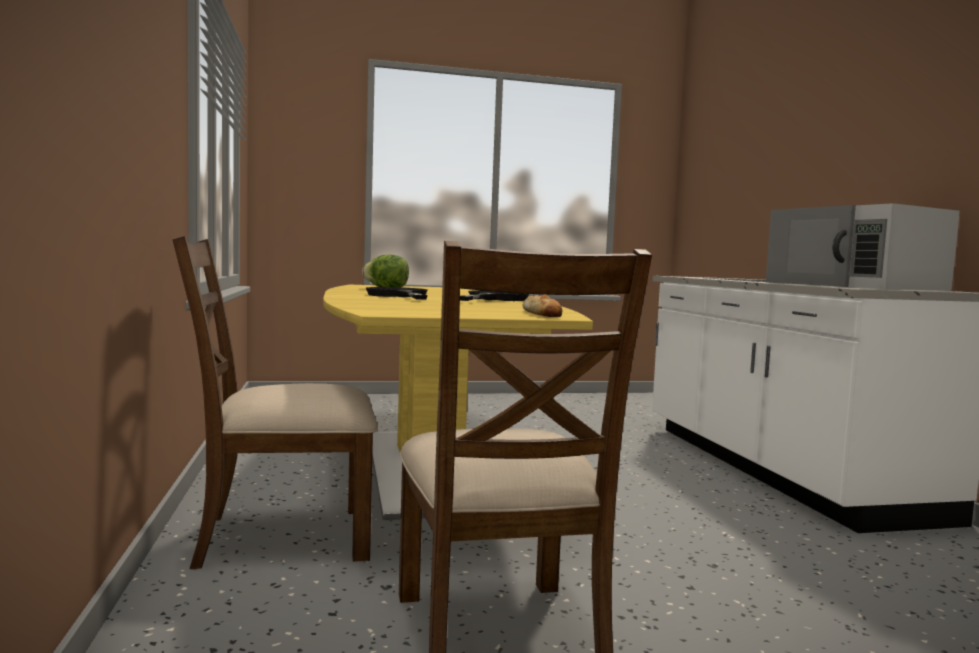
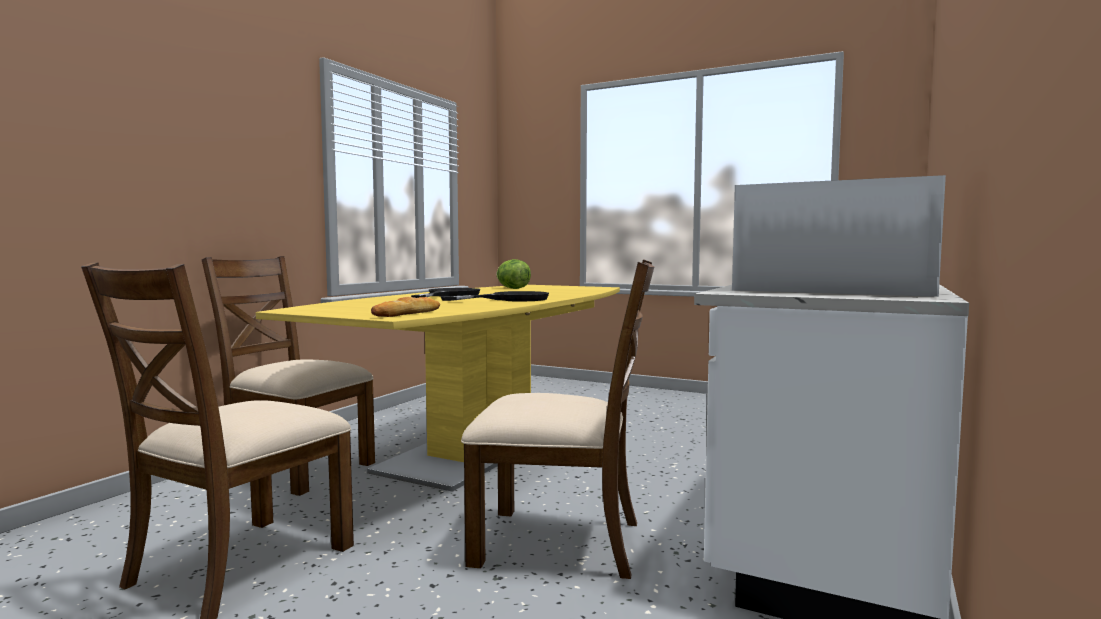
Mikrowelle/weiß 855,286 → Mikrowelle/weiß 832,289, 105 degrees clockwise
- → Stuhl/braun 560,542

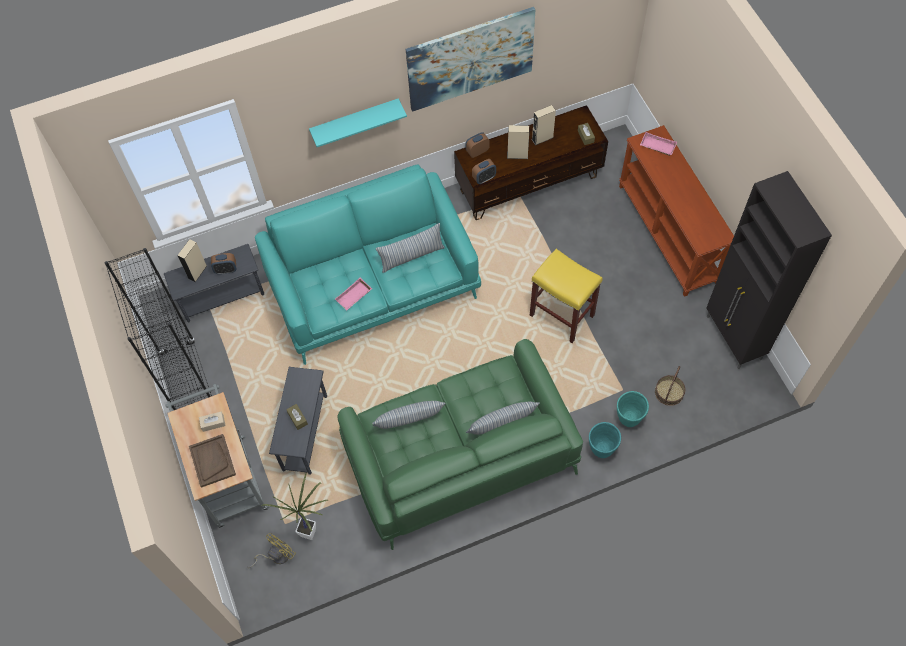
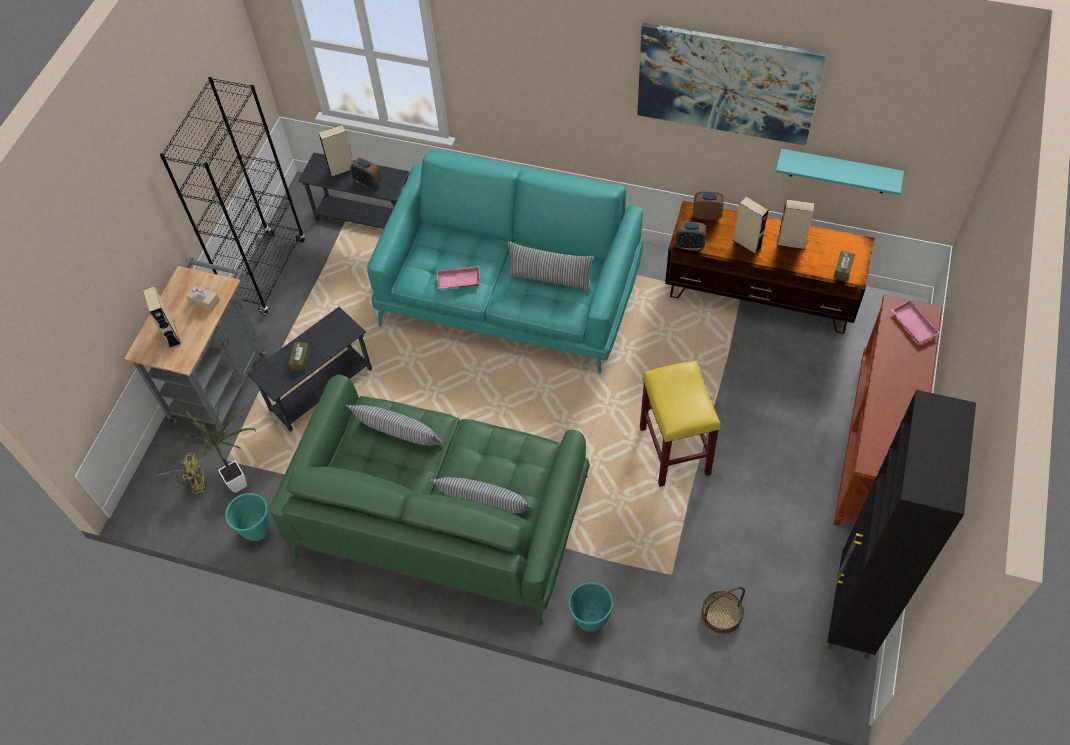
Tablett/braun 212,461 → Lautsprecher/beige 171,335
Wandregal/türkis 355,122 → Wandregal/türkis 838,171, move
Pflanzkübel/türkis 628,419 → Pflanzkübel/türkis 256,530, move

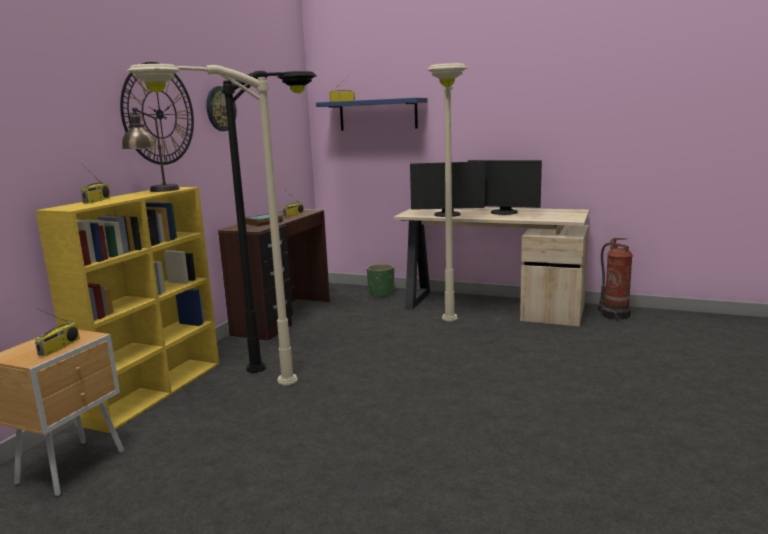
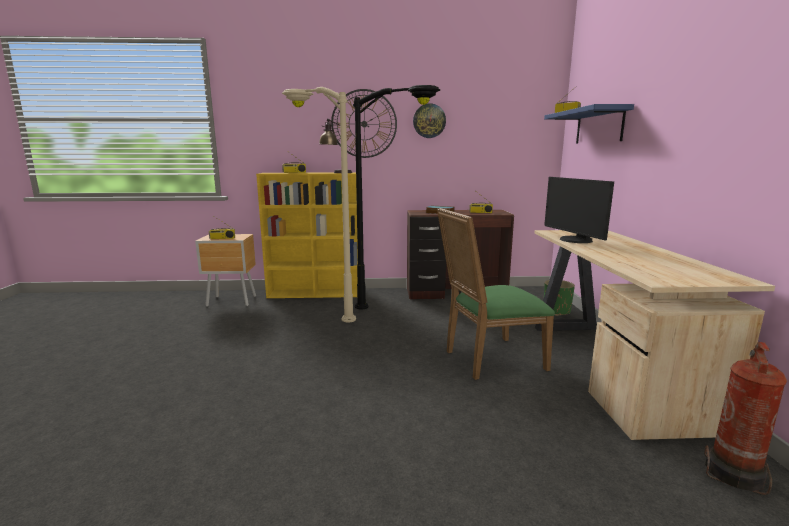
Stehlampe/beige 449,337 → Stuhl/grün 488,359
Monitor 503,213 → -

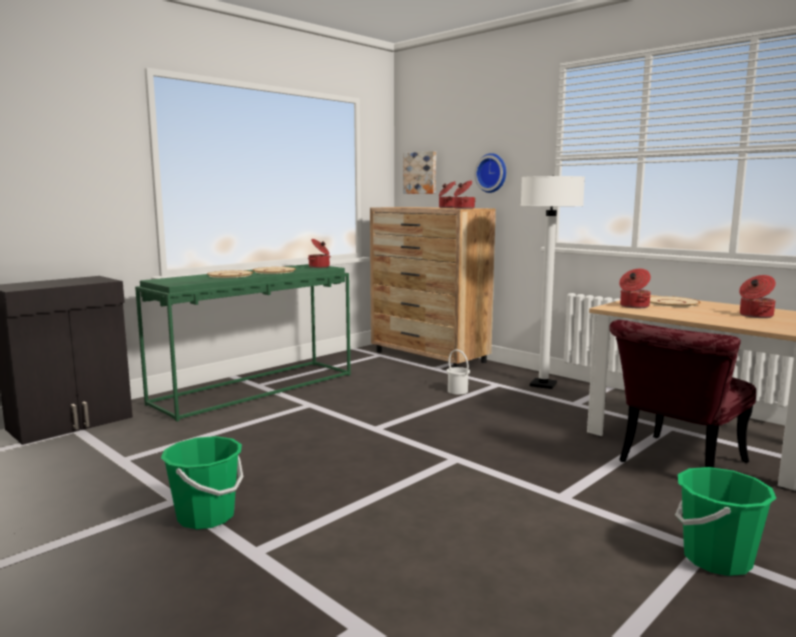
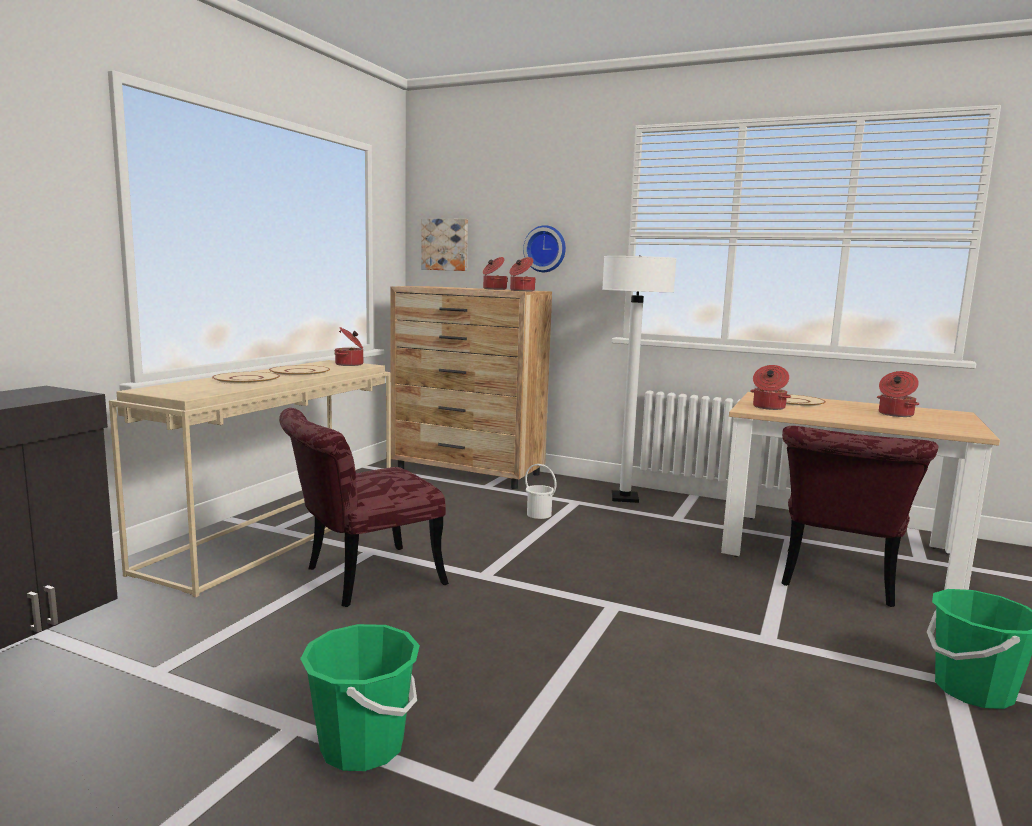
Konsolentisch/grün 255,388 → Konsolentisch/beige 276,533
- → Stuhl/rot 360,579

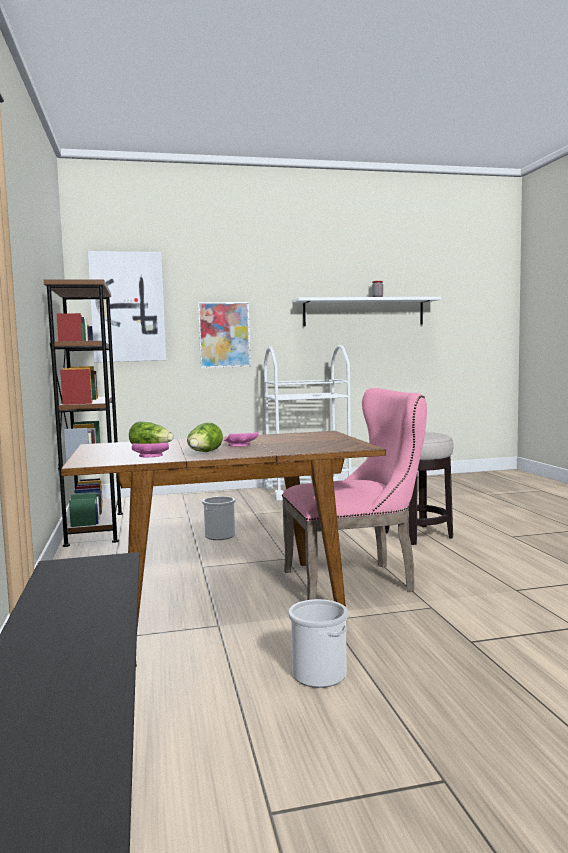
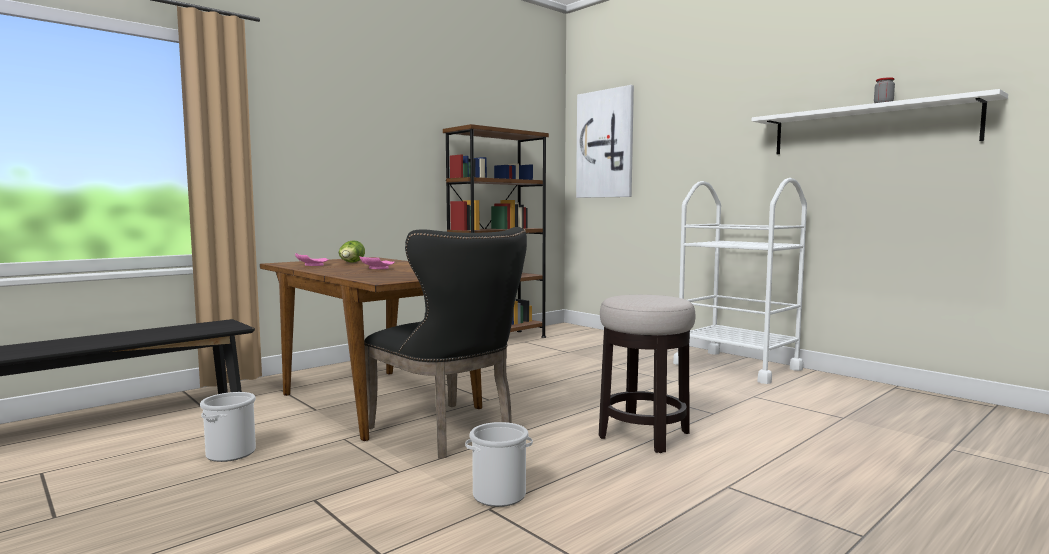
Salatkopf 204,453 → -
Bild 224,335 → -
Eimer 220,536 → Eimer 499,495, move
Stuhl/rosa 356,581 → Stuhl/schwarz 448,432

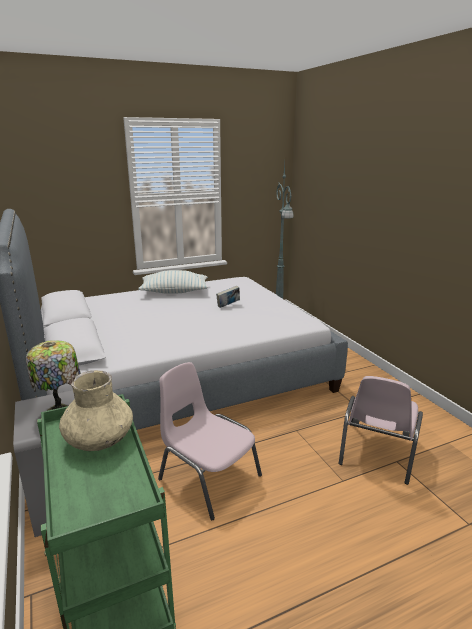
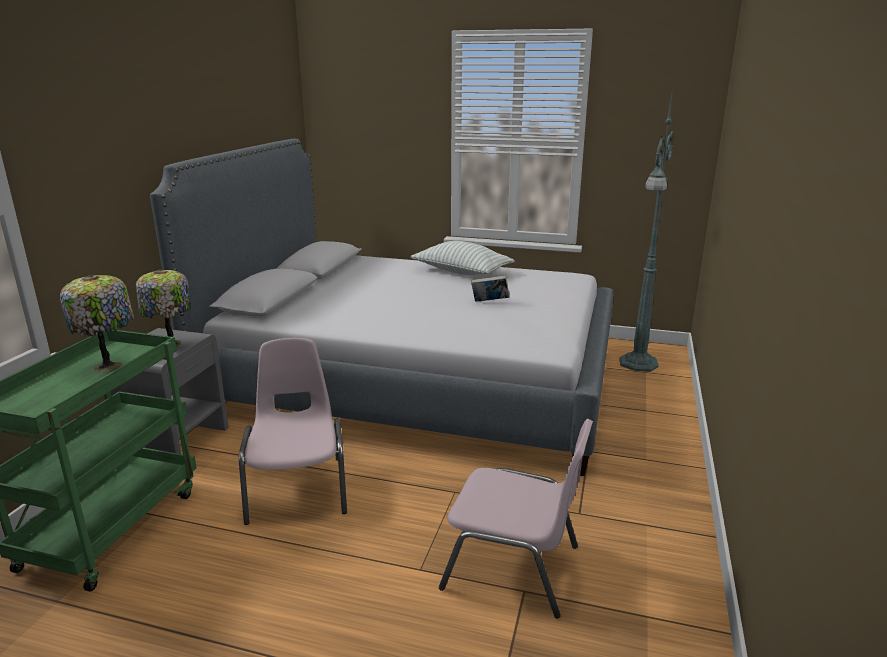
Vase/beige 99,439 → Tischlampe 110,366
Stuhl/rosa 377,453 → Stuhl/rosa 514,567, 135 degrees counterclockwise

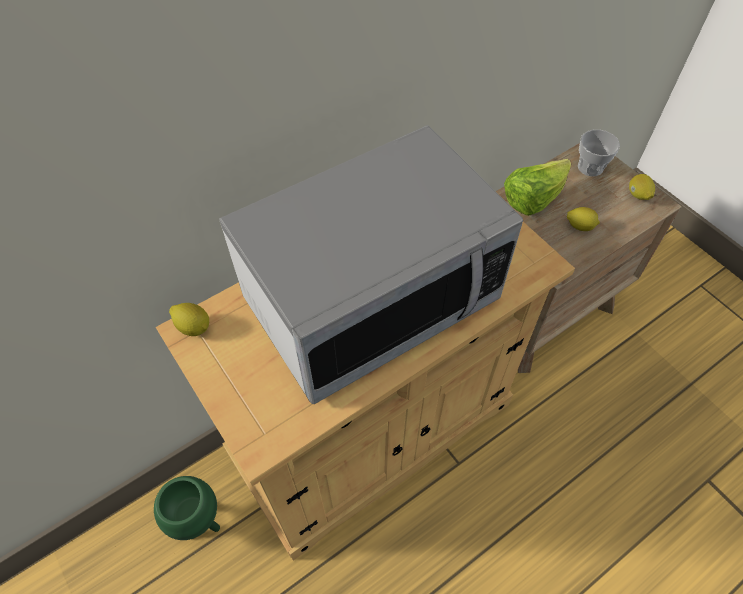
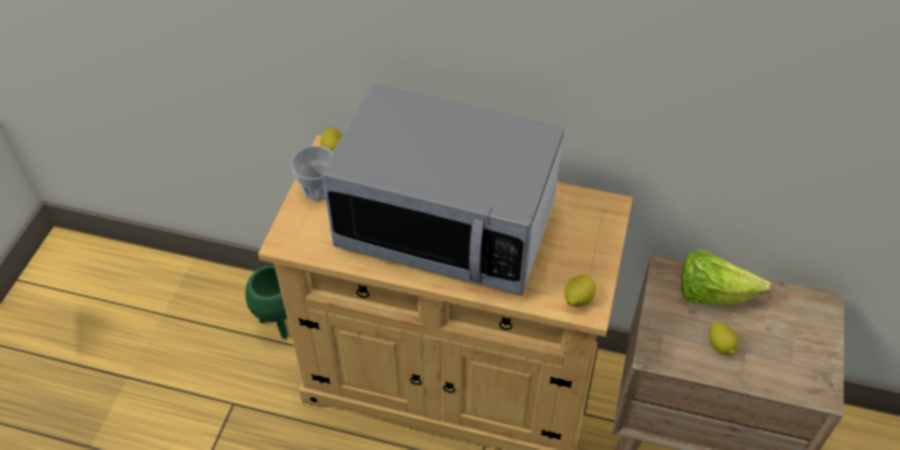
Tasse 590,167 → Tasse 318,189, move
Zitrone 638,195 → Zitrone 577,299, move

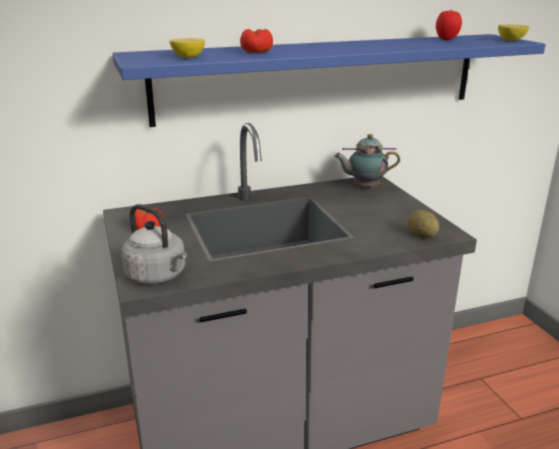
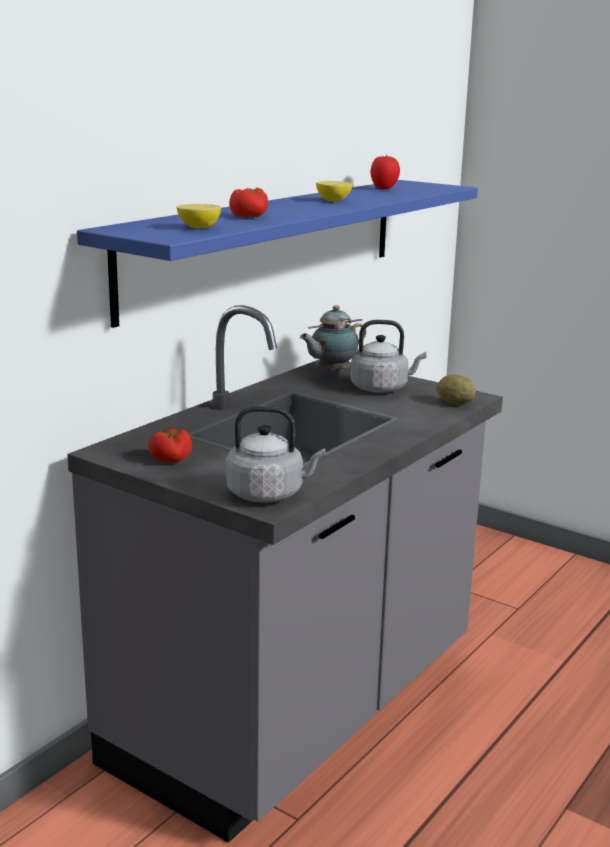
Zitrone 511,40 → Zitrone 333,200, move
- → Wasserkessel/grau 382,388

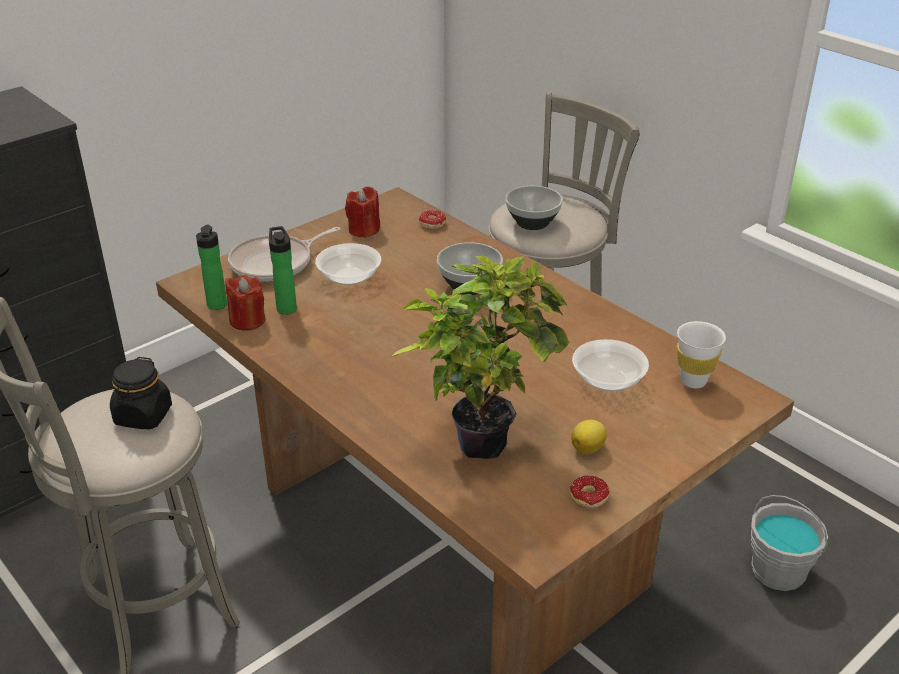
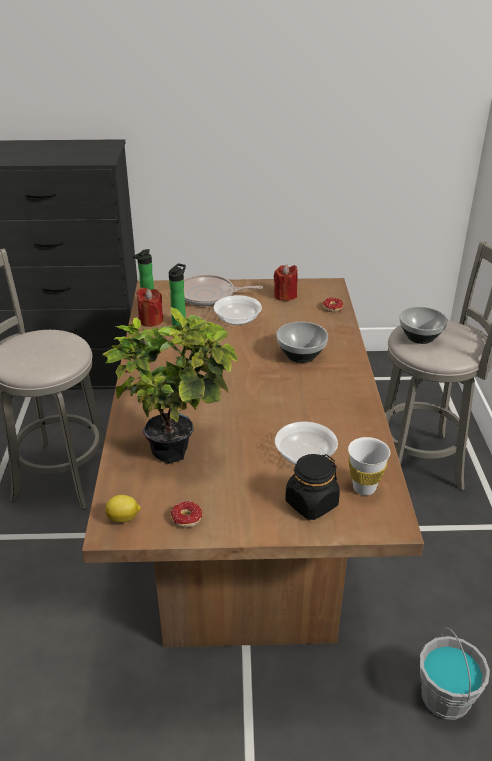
Vorratsglas/schwarz 143,416 → Vorratsglas/schwarz 311,503, move
Zitrone 588,448 → Zitrone 124,518, move

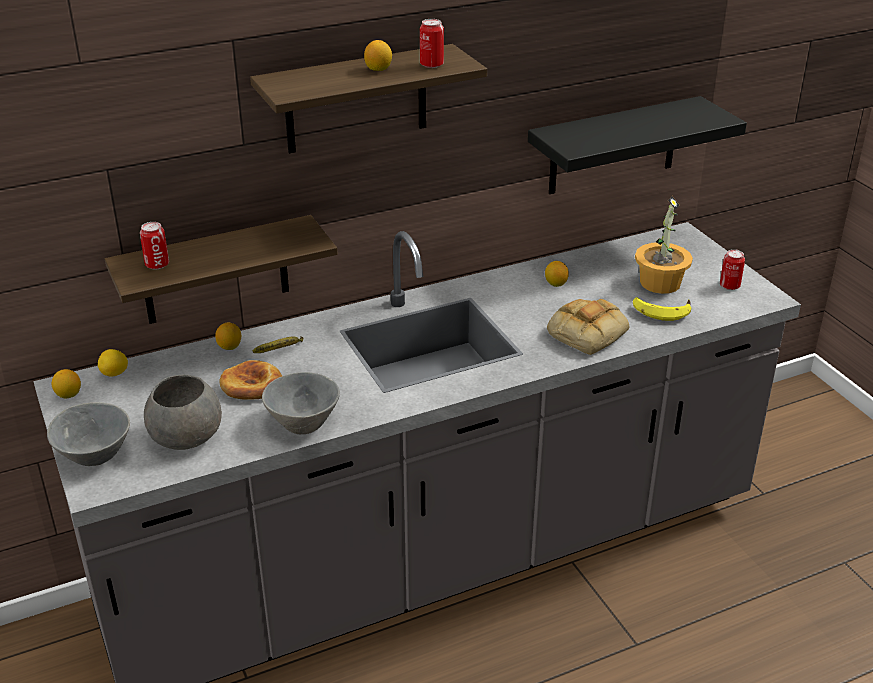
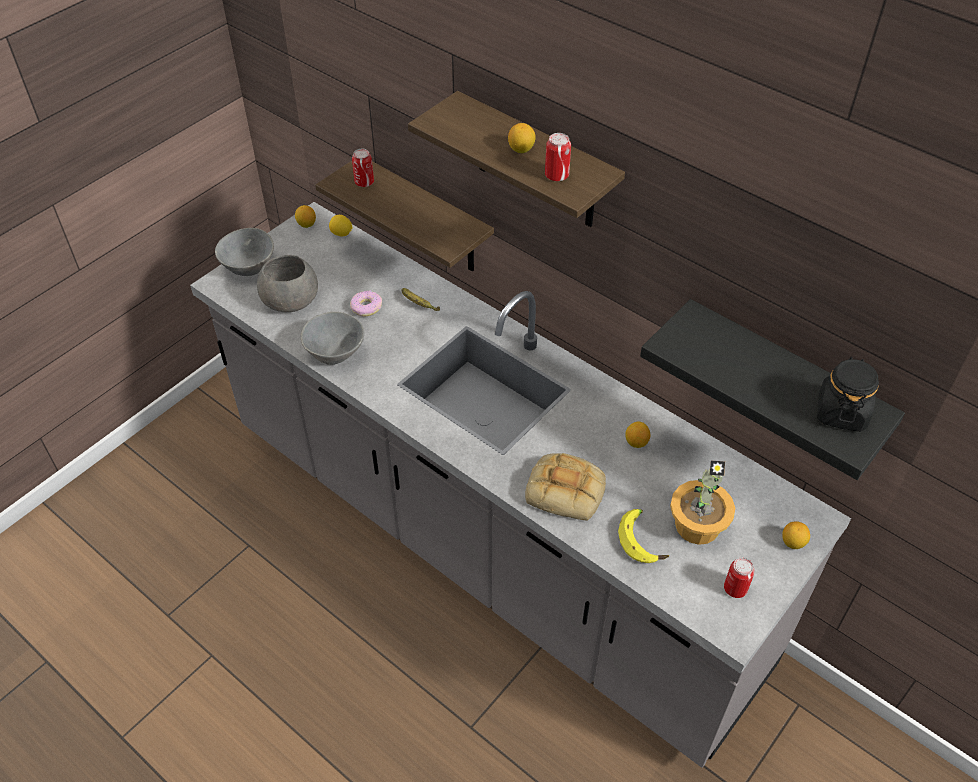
Zitrone 230,347 → Zitrone 793,543, move
Brot 252,385 → Donut 366,307
- → Vorratsglas/schwarz 841,412

